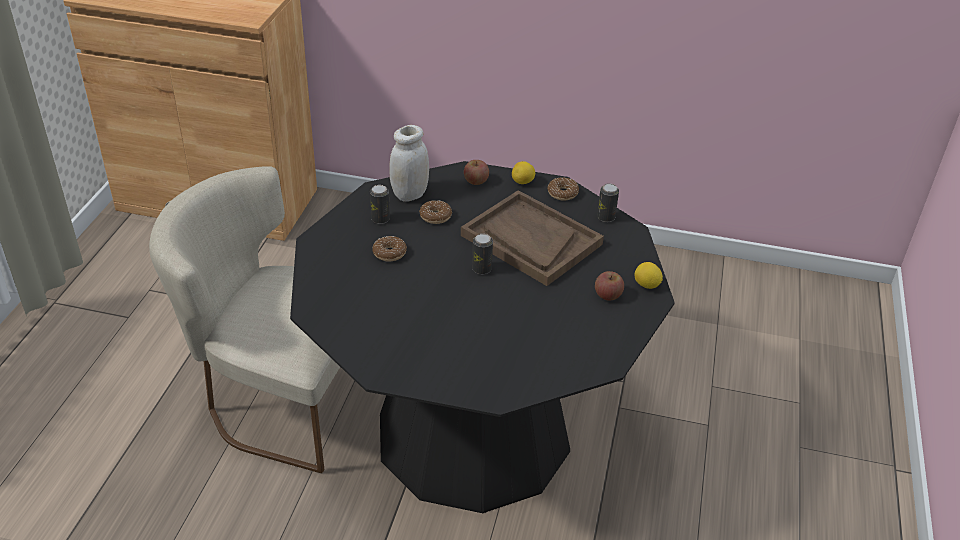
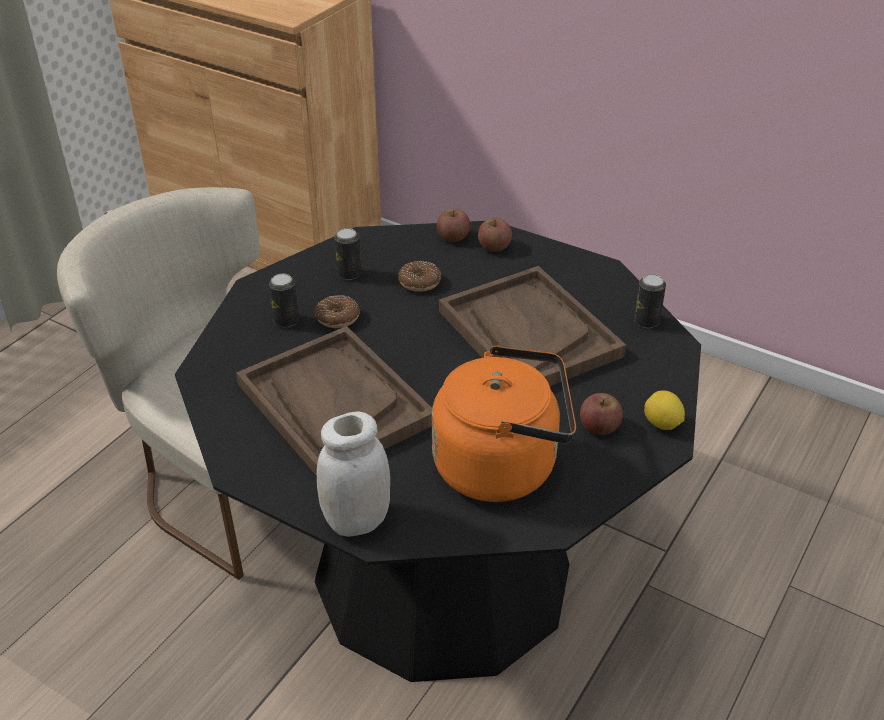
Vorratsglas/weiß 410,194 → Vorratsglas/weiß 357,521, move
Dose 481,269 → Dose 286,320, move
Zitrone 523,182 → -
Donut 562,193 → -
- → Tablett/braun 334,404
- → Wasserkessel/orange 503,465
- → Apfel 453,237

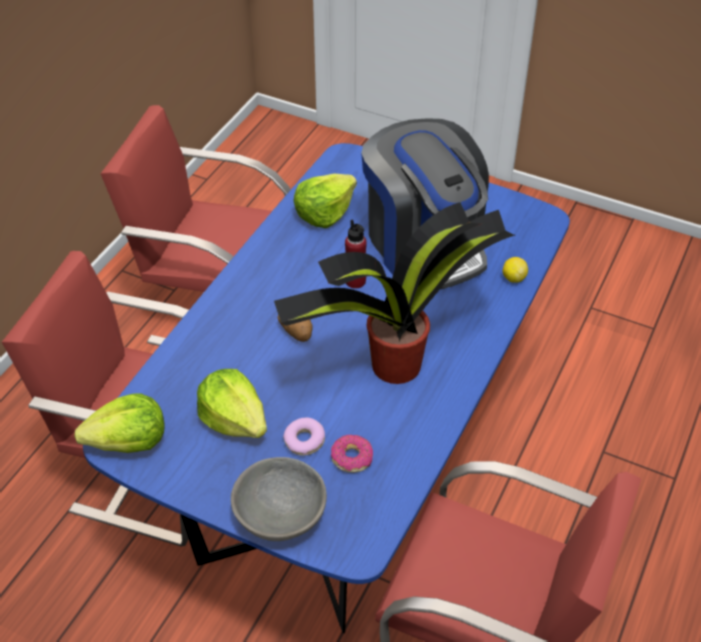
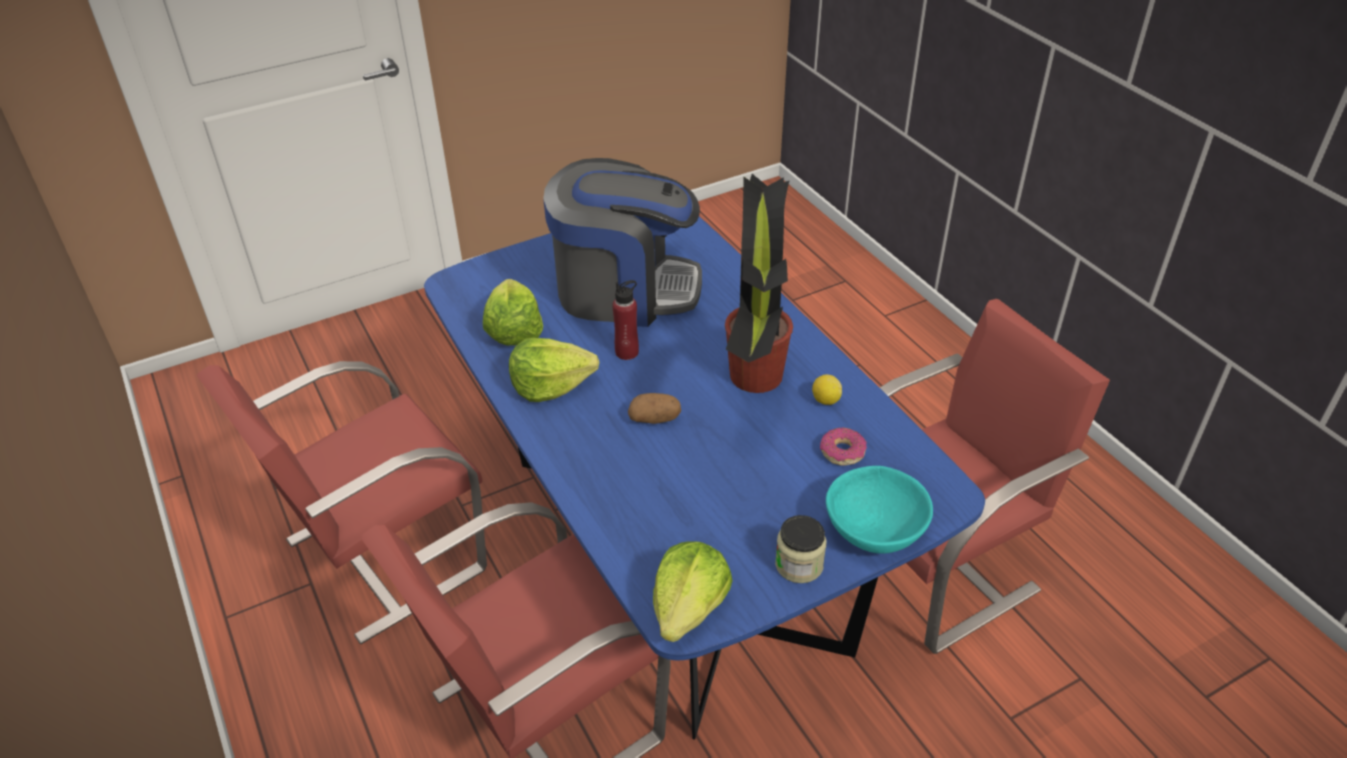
Salatkopf 234,419 → Salatkopf 550,385, move
Schüssel/grau 281,514 → Schüssel/türkis 873,529
Donut 304,441 → -
Zitrone 513,278 → Zitrone 825,400, move
- → Vorratsglas 799,565

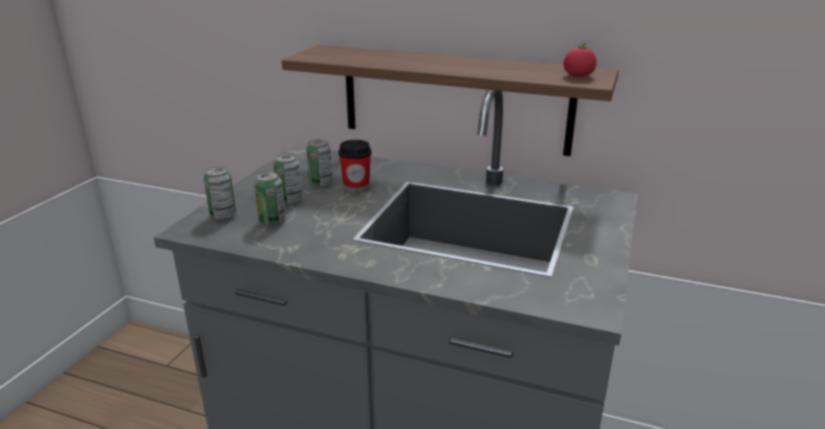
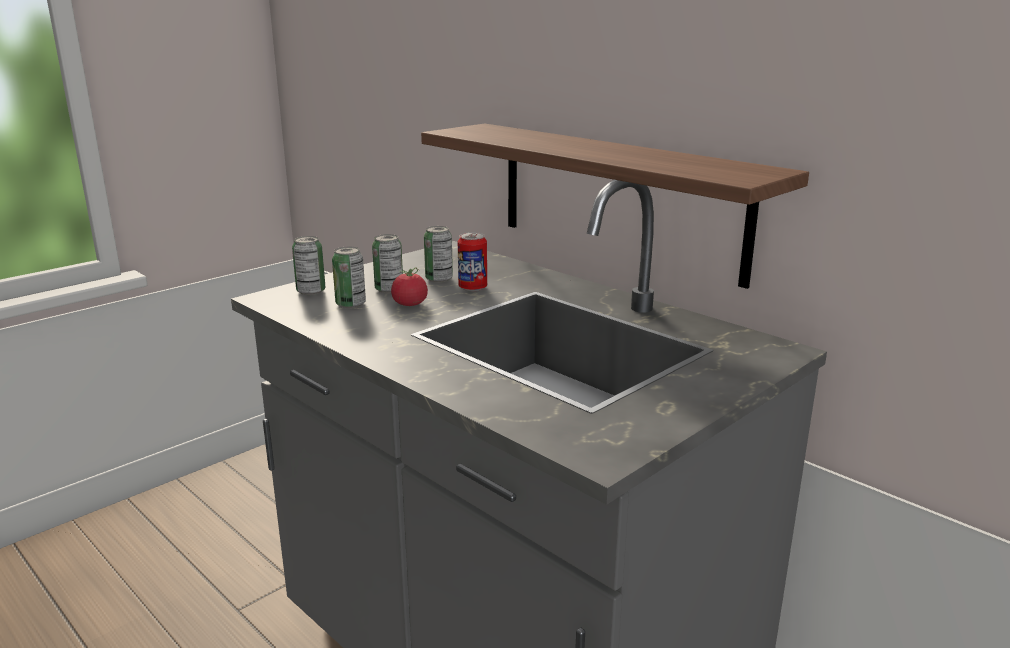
Tasse 356,187 → Dose 472,288
Tomate 578,76 → Tomate 410,304, move

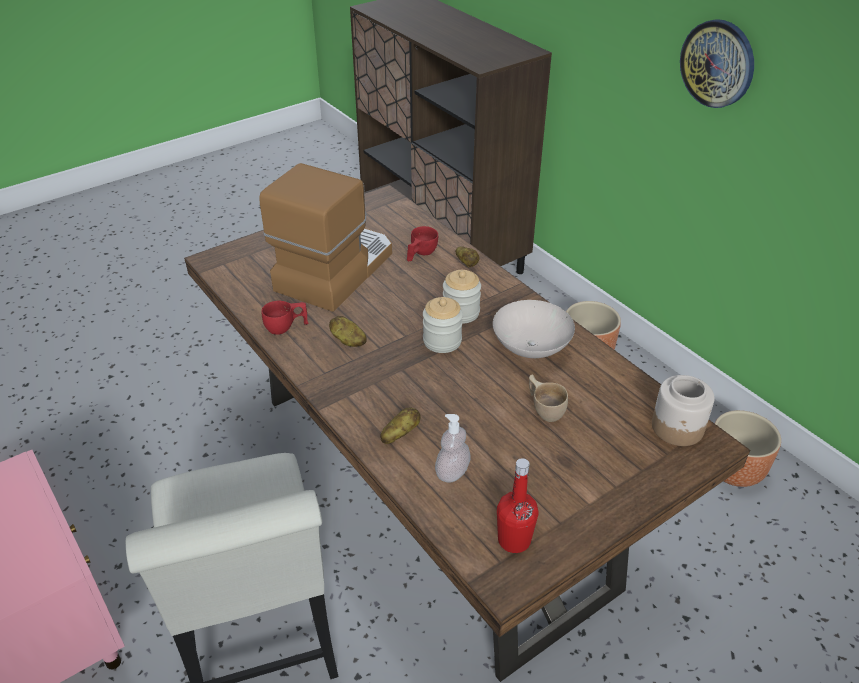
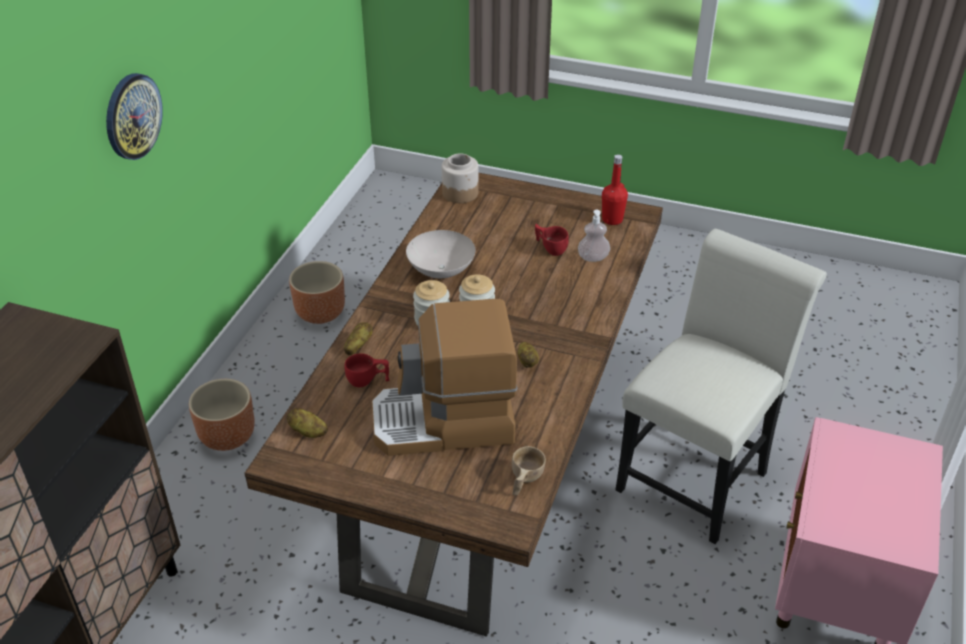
Tasse/rot 286,327 → Tasse/rot 550,248, move
Kartoffel 400,434 → Kartoffel 308,431, move
Tasse/beige 544,408 → Tasse/beige 524,481, move

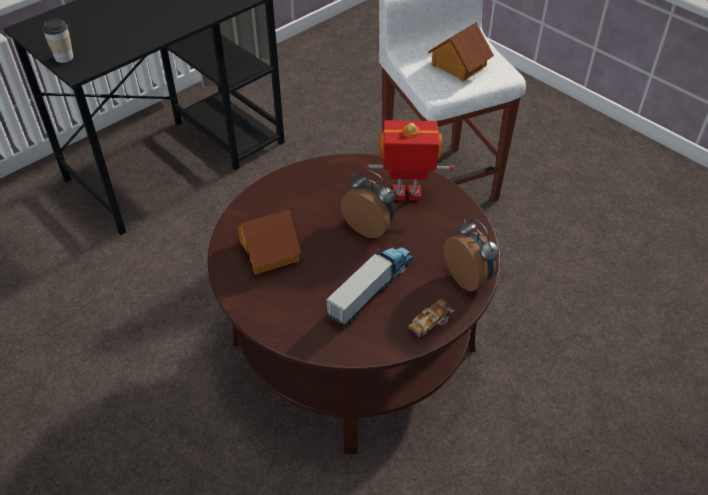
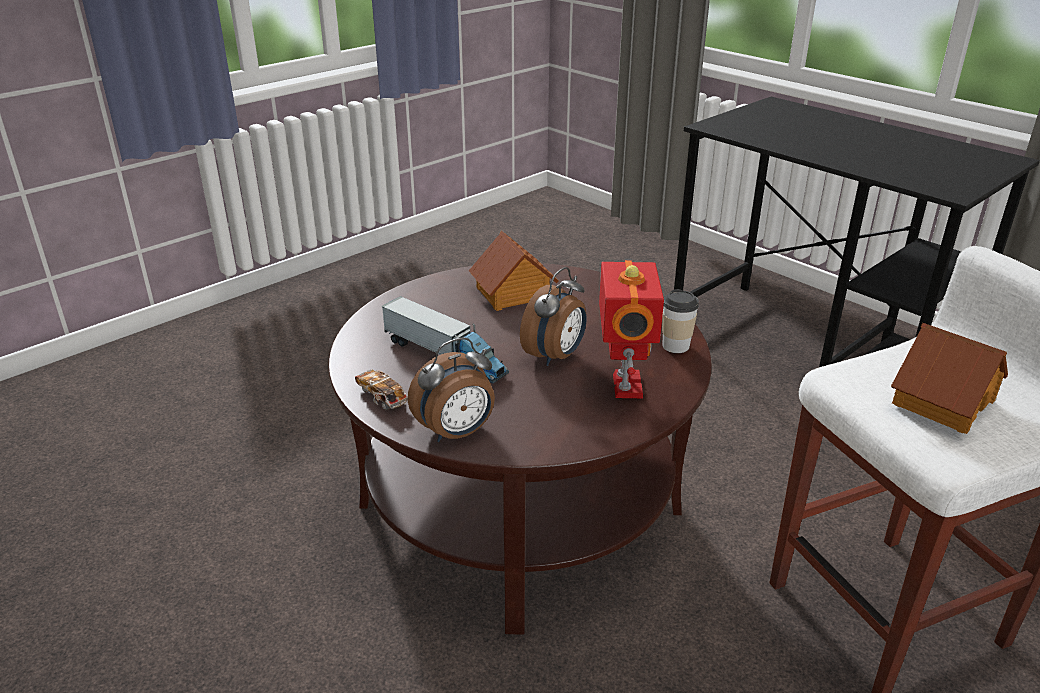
Tasse 64,57 → Tasse 675,346, move

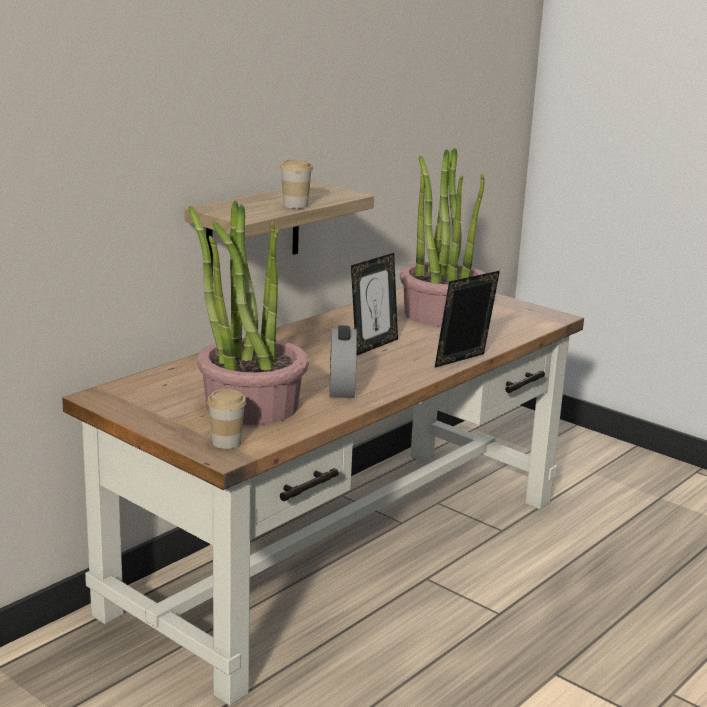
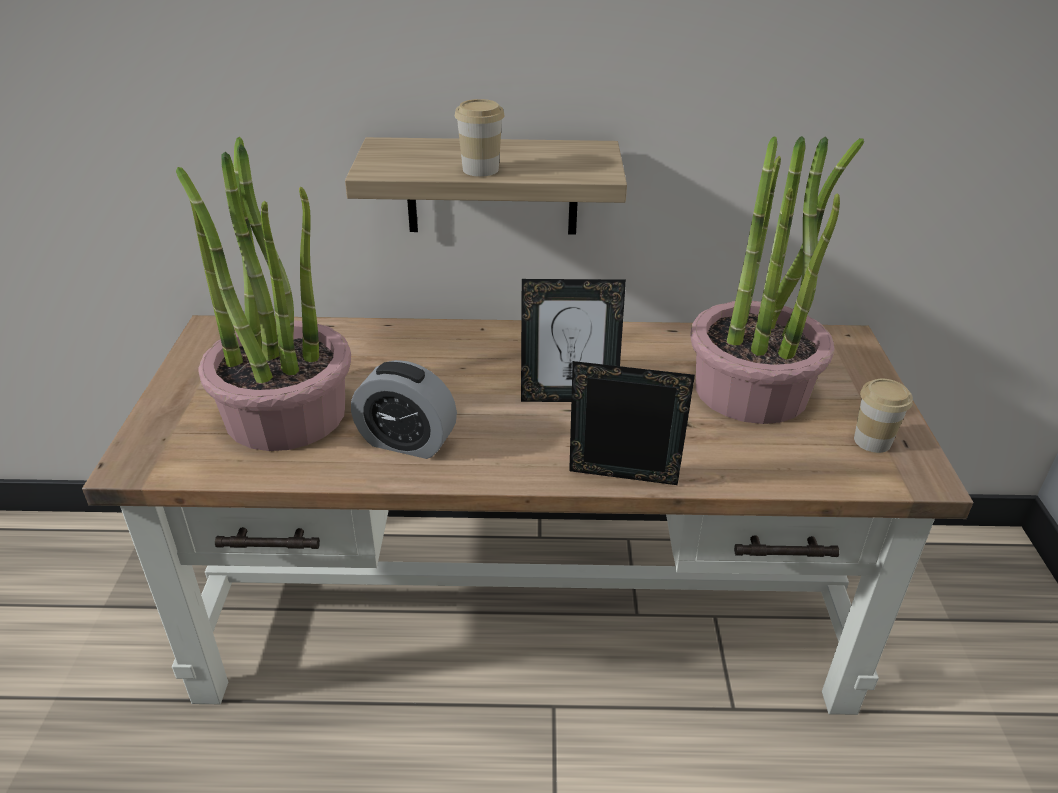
Tasse 226,442 → Tasse 872,441, move
Wecker 341,389 → Wecker 406,442, 120 degrees counterclockwise

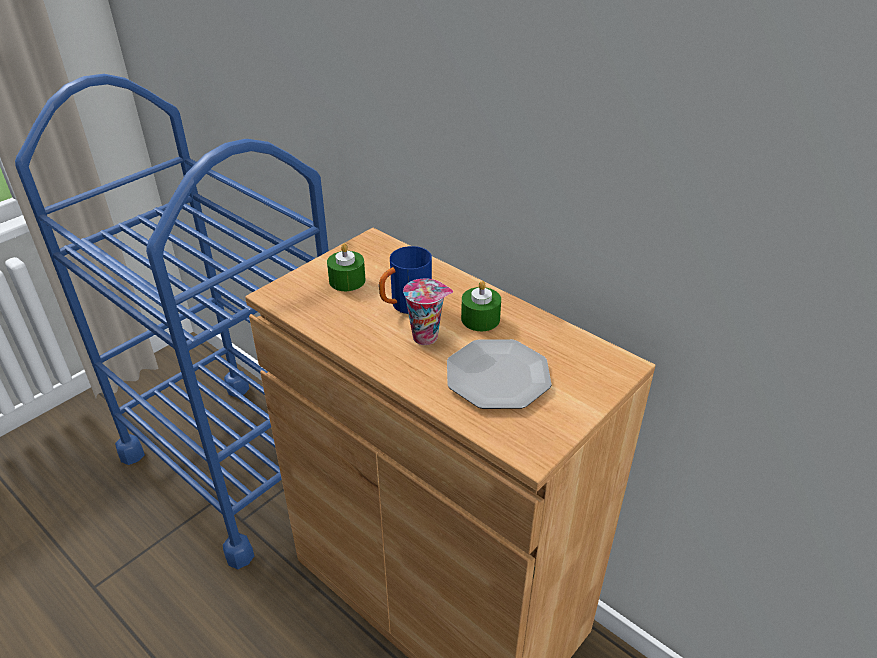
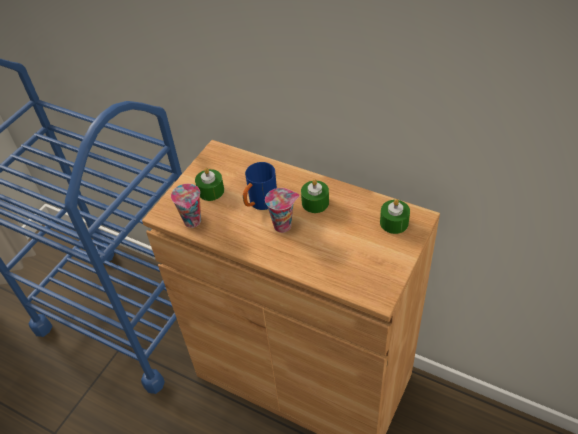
Teller 498,377 → -
- → Tasse 193,222
- → Kerze/grün 394,222

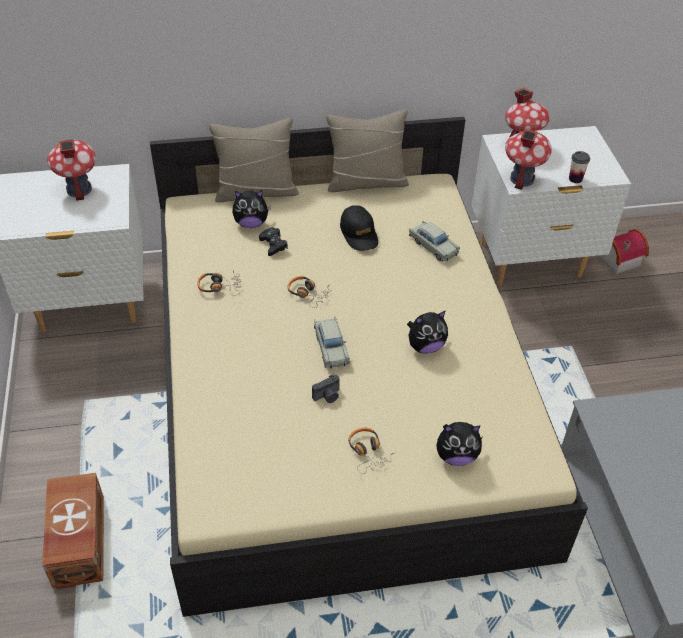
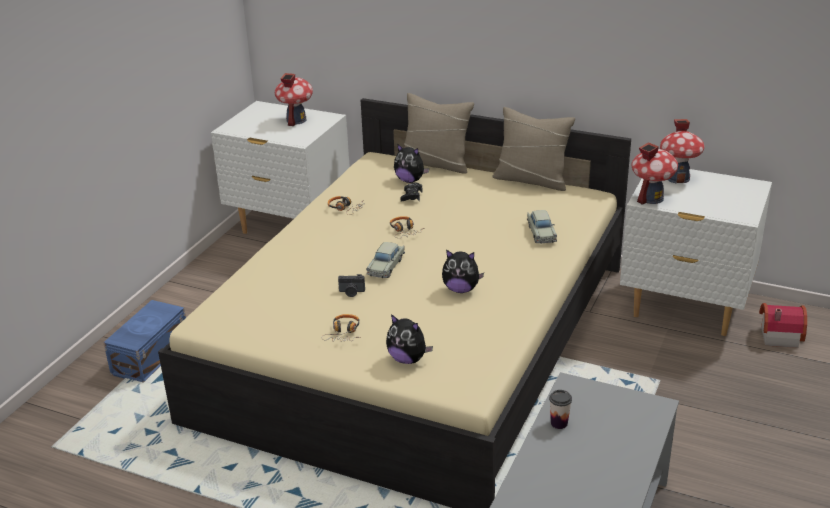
Aufbewahrungsbox/braun 78,543 → Aufbewahrungsbox/blau 149,357
Kappe/schwarz 359,234 → -
Tasse 575,179 → Tasse 559,423, move

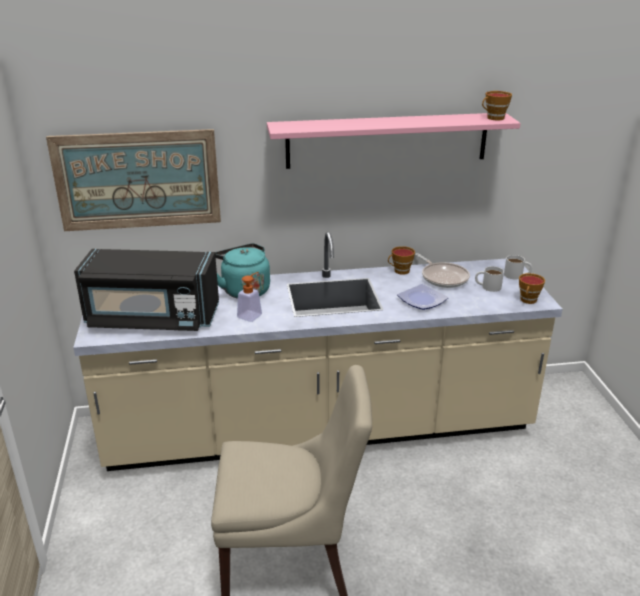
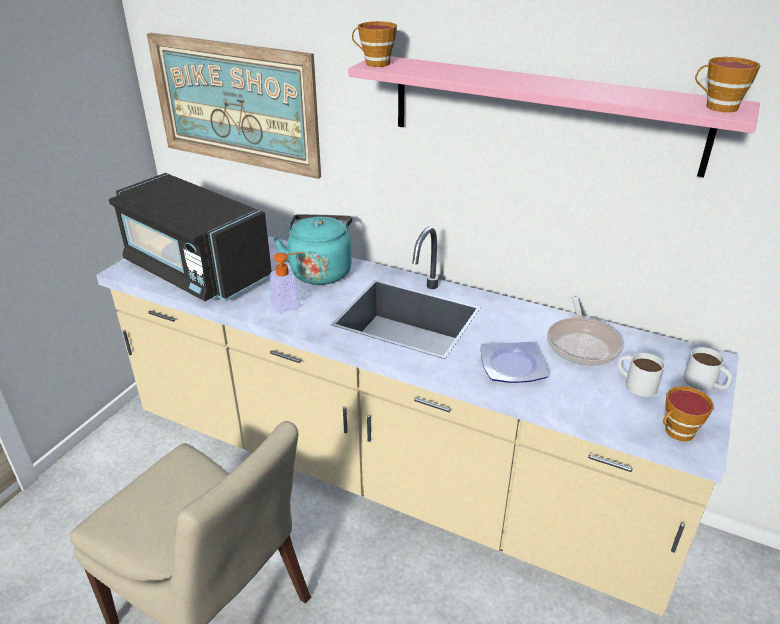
Tasse 400,271 → Tasse 374,63, move

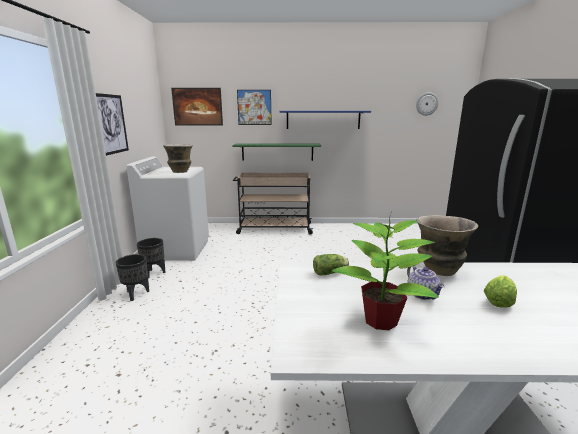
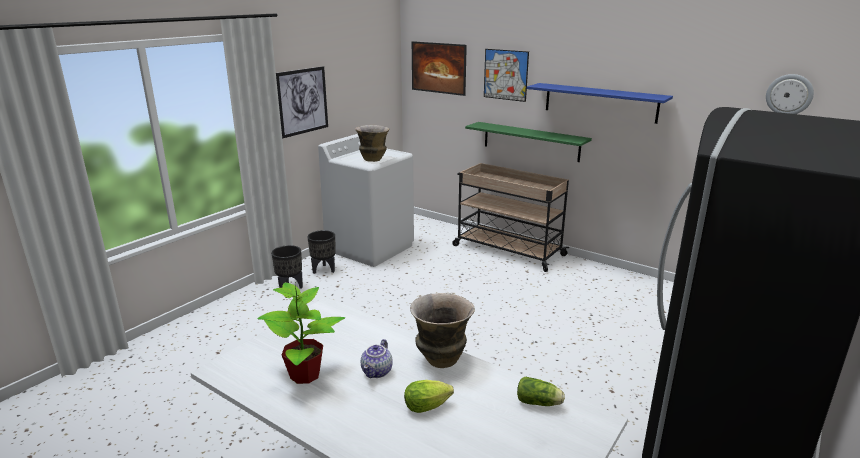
Salatkopf 331,272 → Salatkopf 540,403, move

